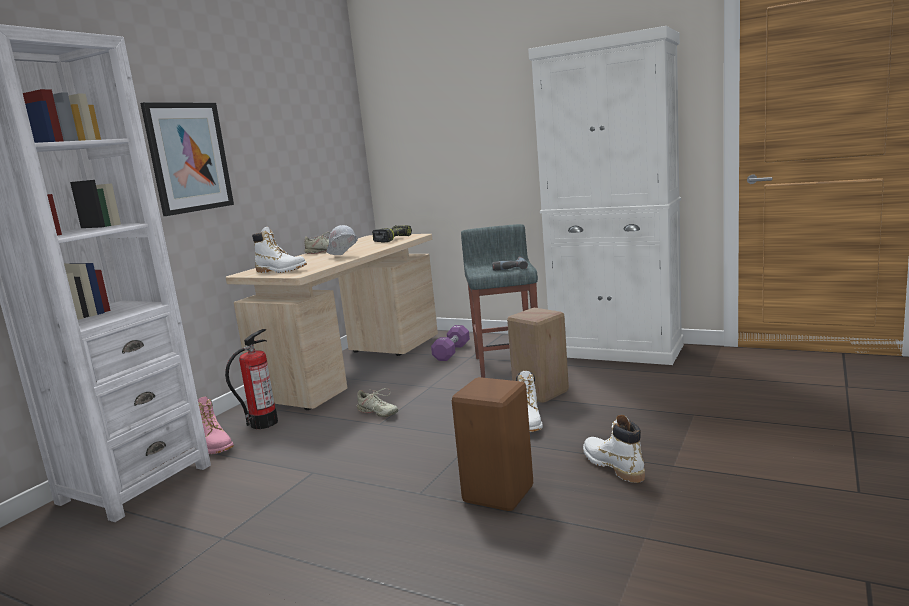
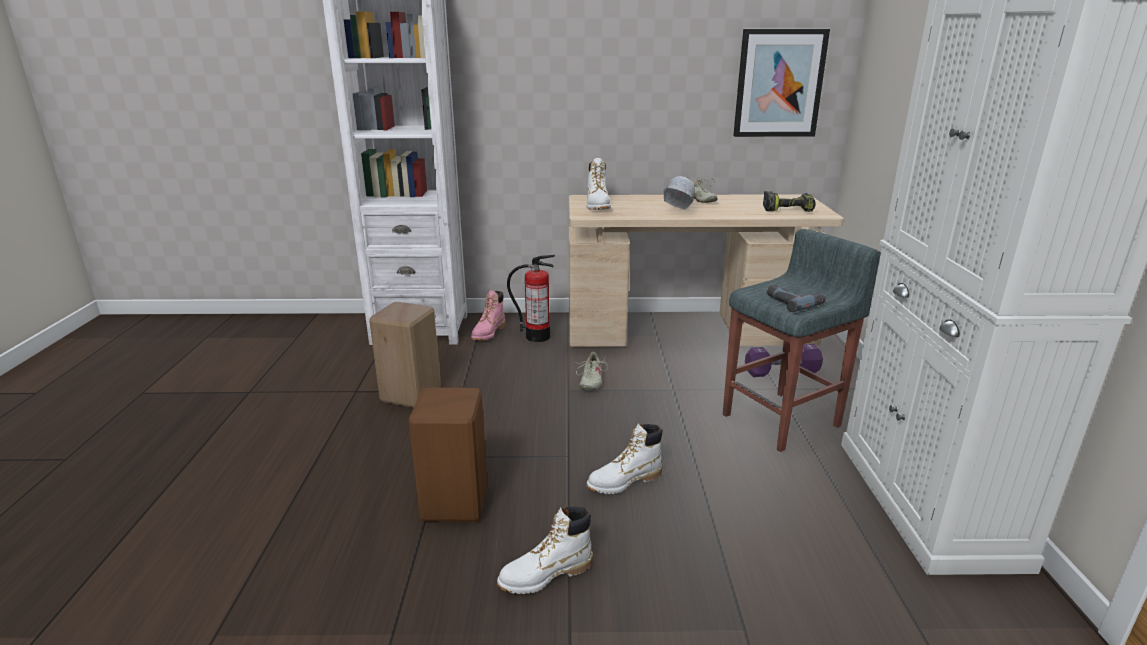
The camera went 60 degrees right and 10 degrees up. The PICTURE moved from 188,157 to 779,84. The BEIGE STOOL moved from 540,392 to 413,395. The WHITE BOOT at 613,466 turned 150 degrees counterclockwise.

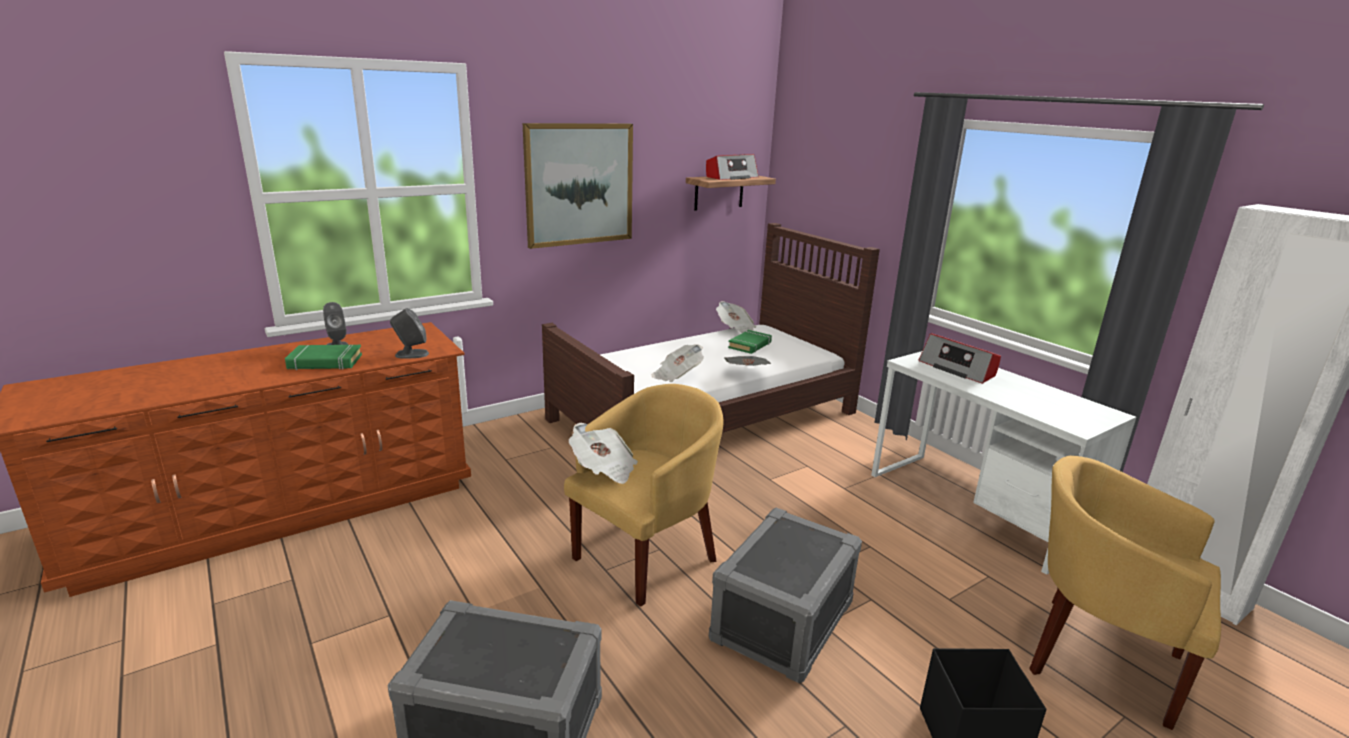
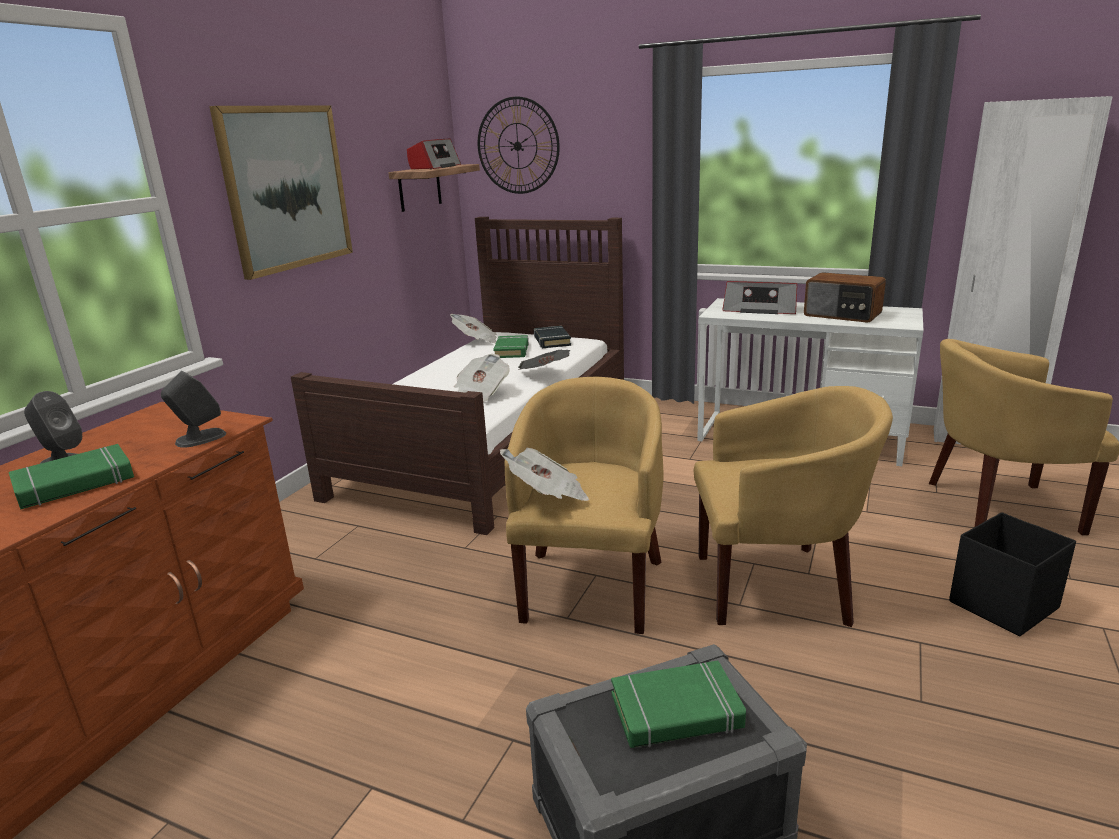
The camera went 30 degrees left and 0 degrees up. The GREY STORAGE BOX at 783,622 was replaced by the YELLOW ARMCHAIR at 777,586. The WALL CLOCK at 517,146 appeared. The BLACK BOOK at 551,341 appeared. The GREEN BOOK at 676,712 appeared. The RADIO at 842,315 appeared.

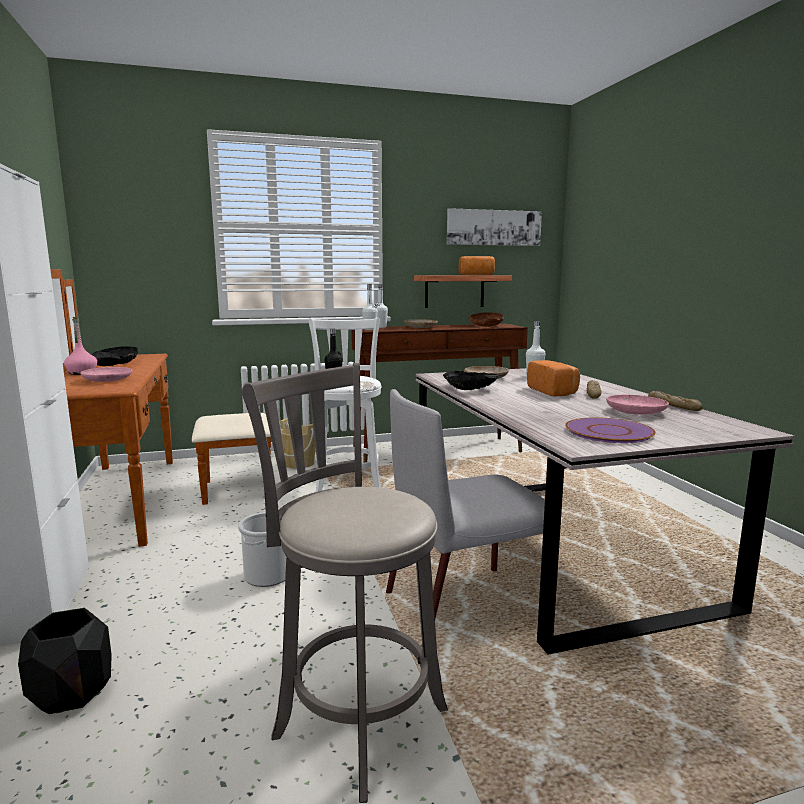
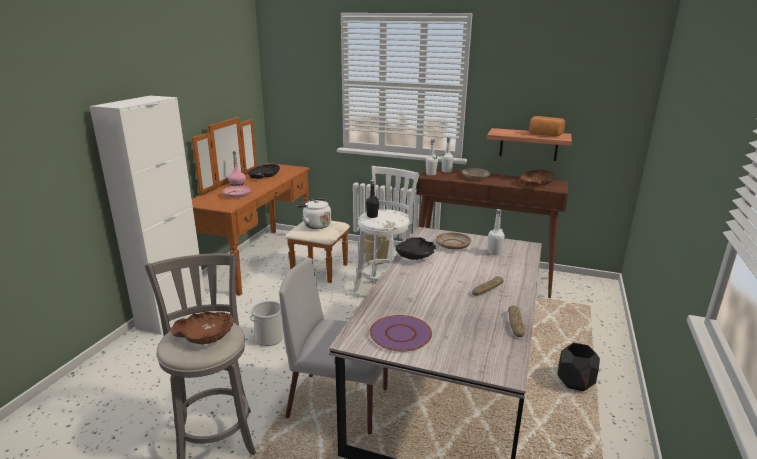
The camera went 35 degrees right and 10 degrees up. The BLACK PLANTER moved from 71,693 to 574,382. The PICTURE at 493,228 disappeared. The BREAD at 553,391 disappeared. The PINK PLATE at 635,411 disappeared. The BROWN BOWL at 205,336 appeared. The WHITE KETTLE at 315,225 appeared.

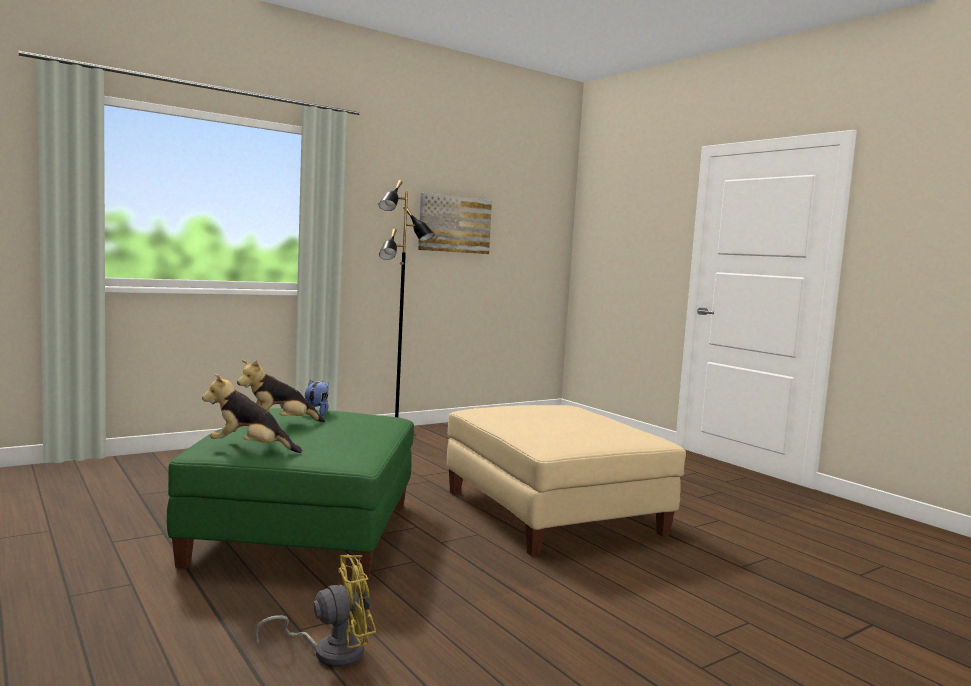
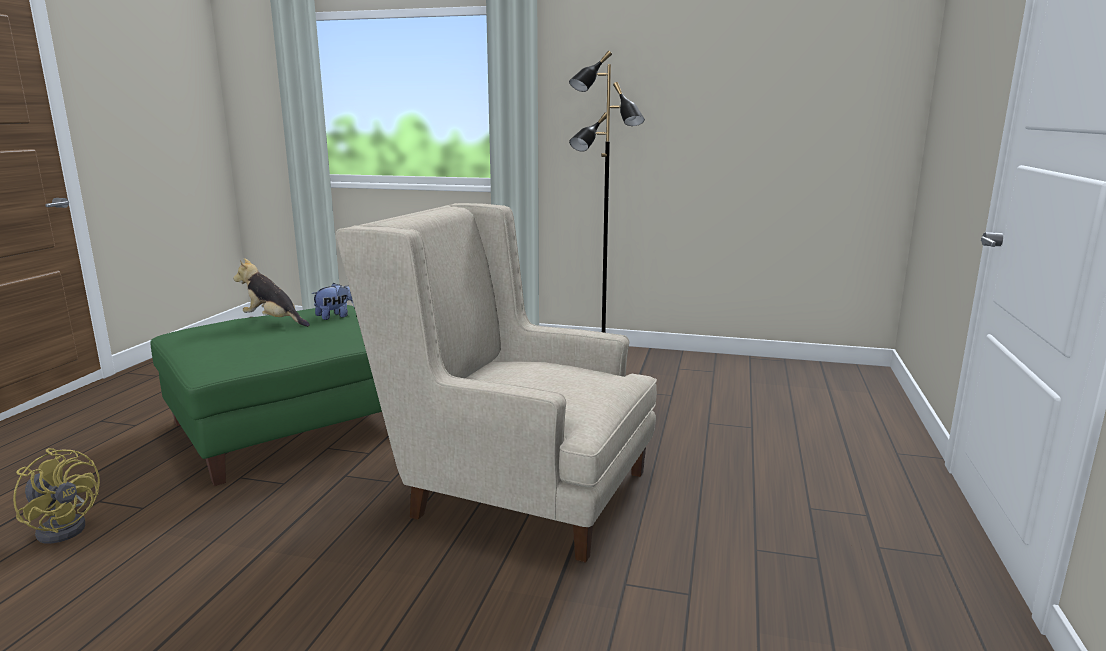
The camera went 50 degrees right and 10 degrees up. The PLUSH TOY at 250,449 disappeared. The PICTURE at 454,224 disappeared. The BEIGE OTTOMAN at 552,512 was replaced by the BEIGE ARMCHAIR at 513,489.

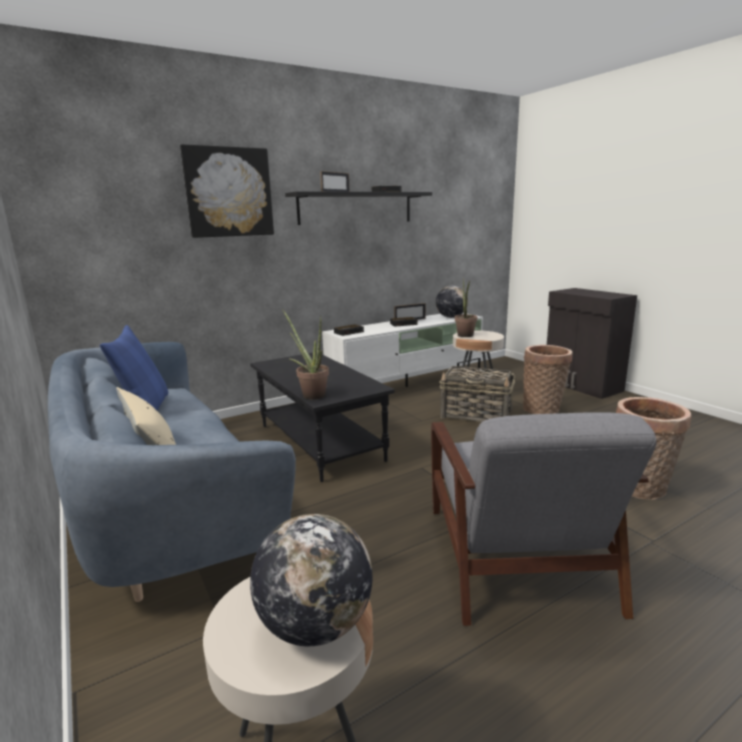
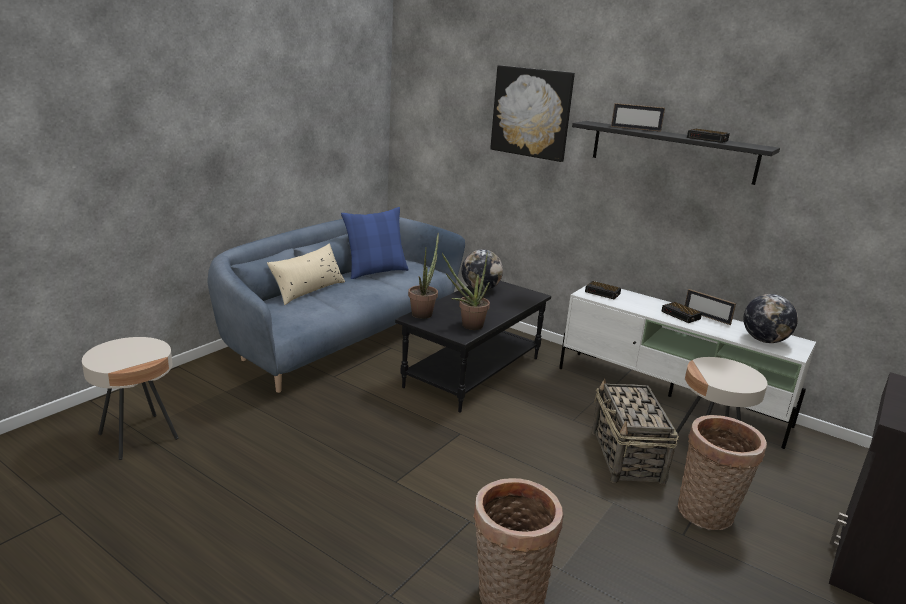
The camera went 65 degrees right and 5 degrees up. The GLOBE moved from 315,625 to 480,289. The GREY ARMCHAIR at 517,559 disappeared. The POTTED PLANT moved from 465,336 to 467,326.

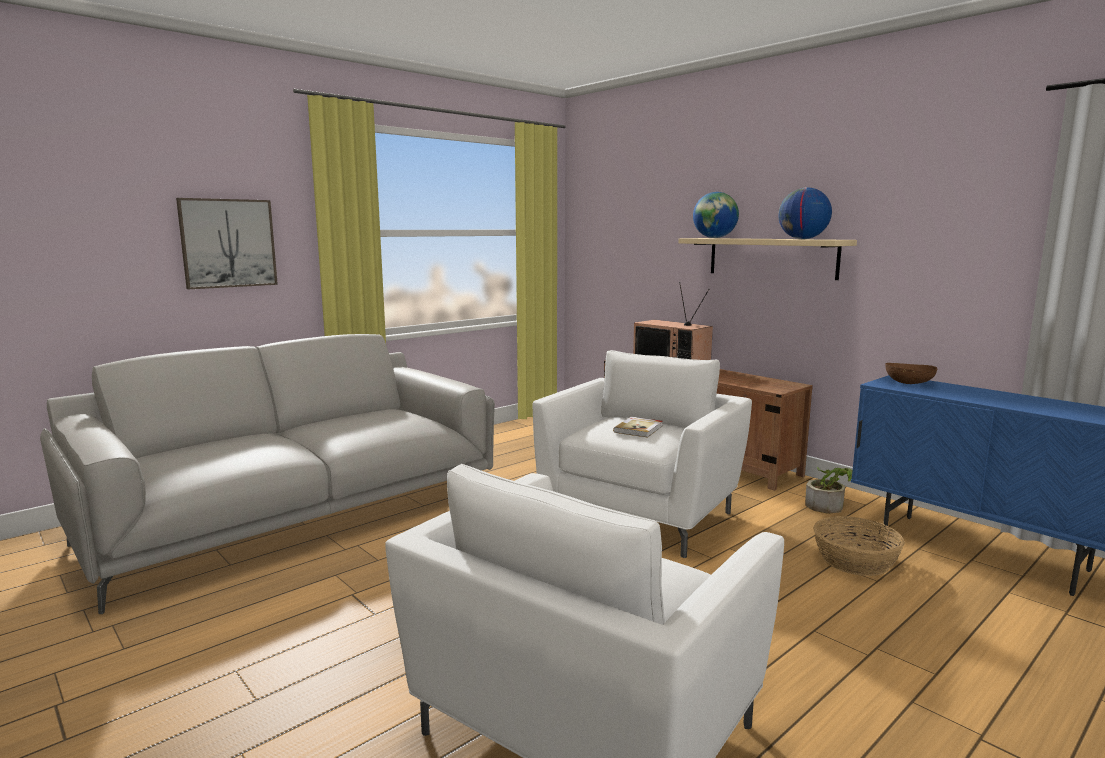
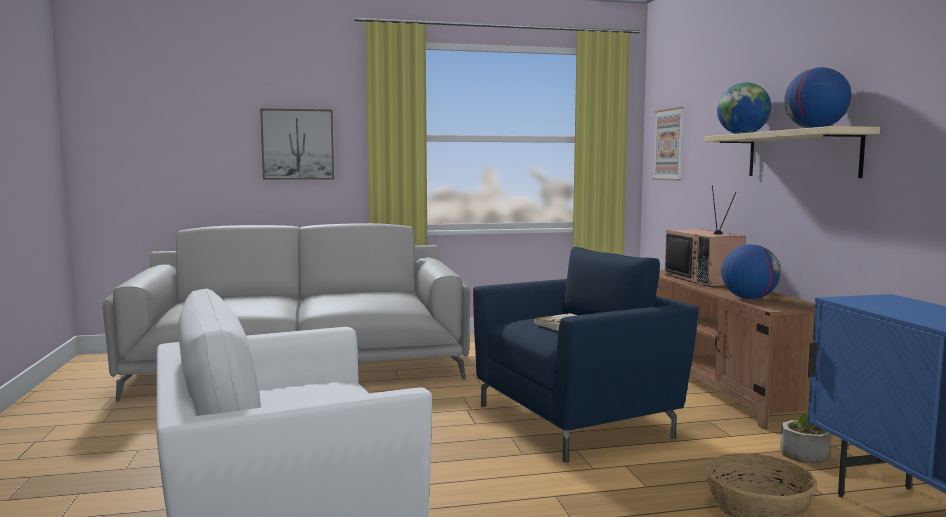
The camera went 30 degrees right and 5 degrees down. The WHITE ARMCHAIR at 640,514 became the BLUE ARMCHAIR at 576,420. The BROWN BOWL at 909,383 disappeared. The PICTURE at 669,144 appeared. The GLOBE at 749,298 appeared.

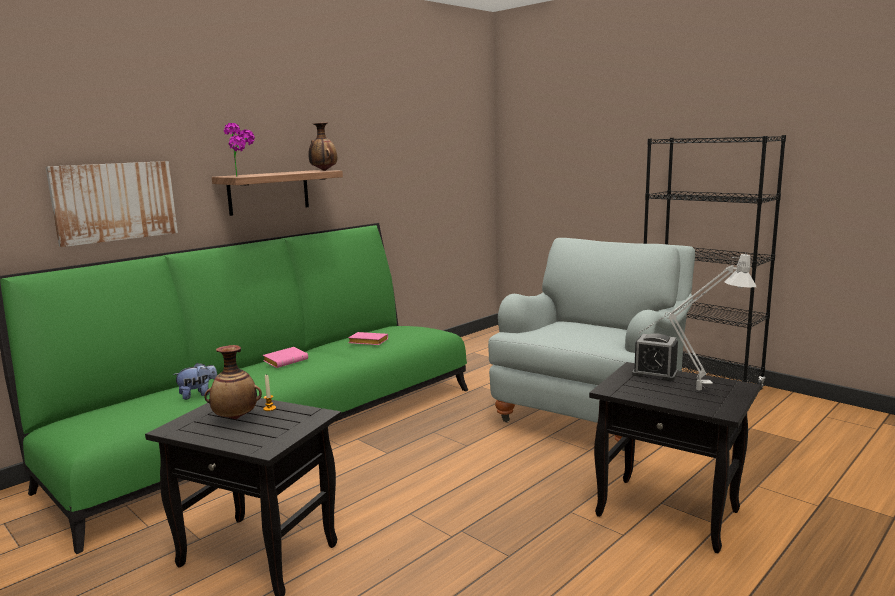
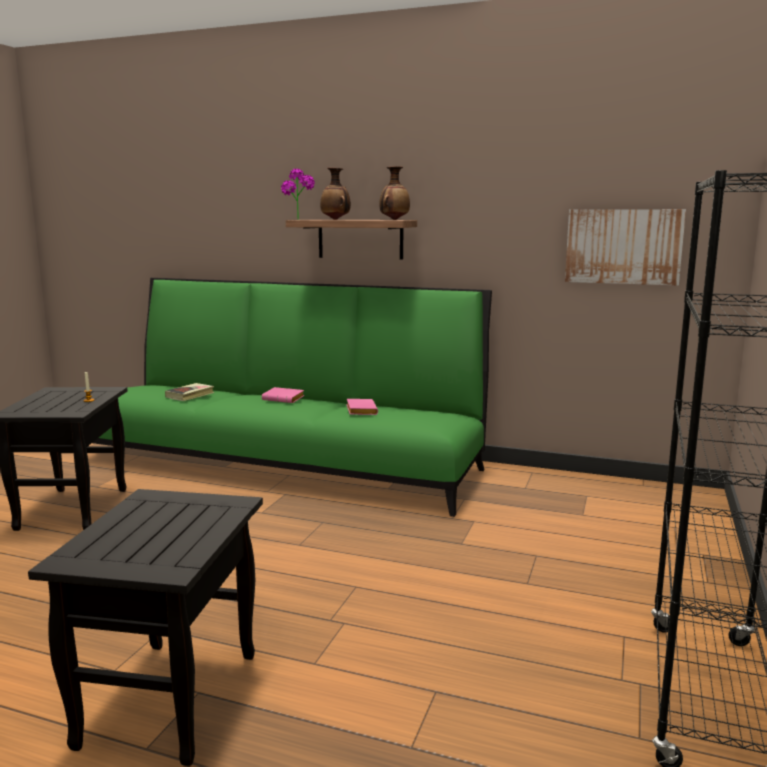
The camera went 65 degrees right and 0 degrees up. The PICTURE moved from 115,201 to 623,246. The PLUSH TOY at 198,394 was replaced by the BOOK at 190,395. The VASE moved from 236,418 to 336,219. The GREY ARMCHAIR at 592,411 disappeared. The ALARM CLOCK at 655,373 disappeared. The GREY TABLE LAMP at 691,392 disappeared.

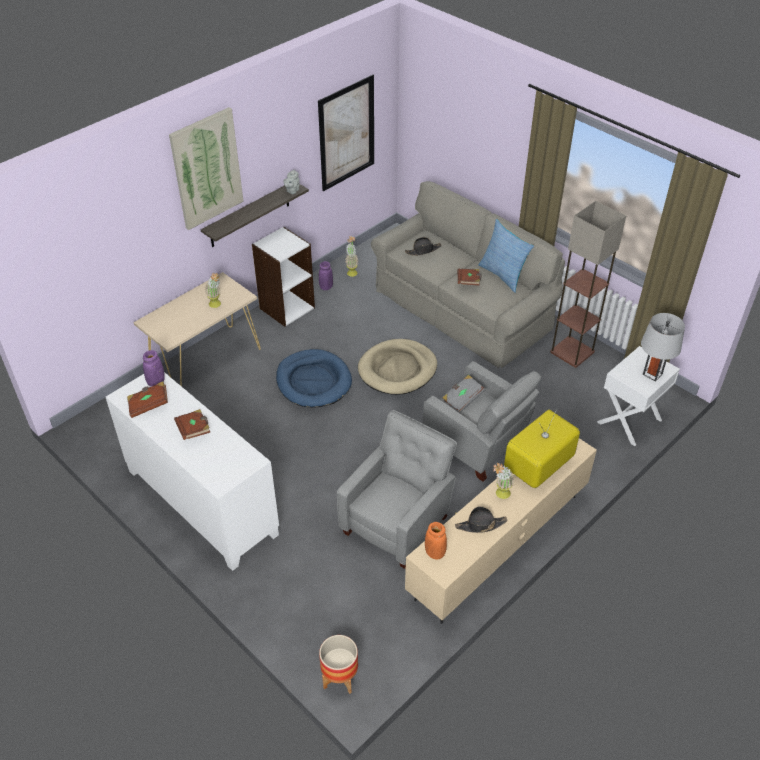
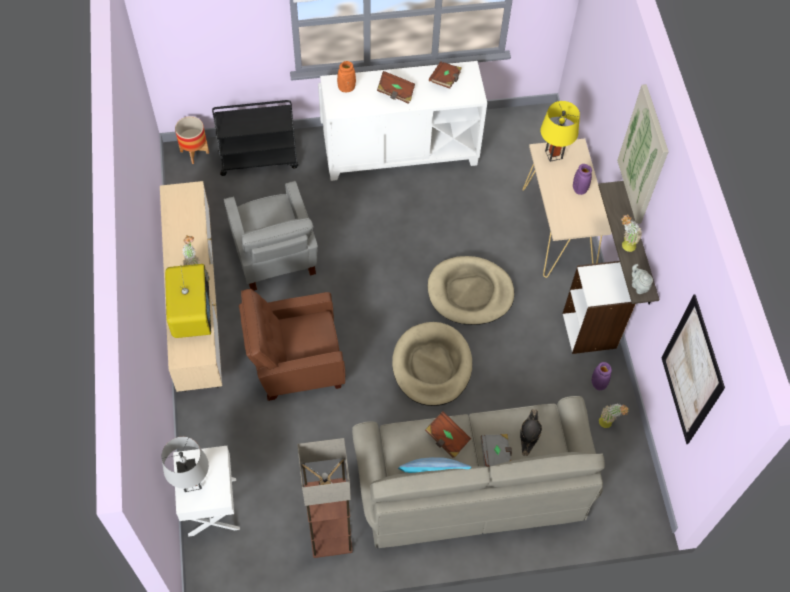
The camera went 125 degrees right and 15 degrees up. The PURPLE VASE moved from 156,382 to 579,189. The POTTED PLANT moved from 216,305 to 625,246. The BLUE DOG BED at 313,381 became the BEIGE DOG BED at 470,293. The GREY ARMCHAIR at 477,445 became the BROWN ARMCHAIR at 295,363. The ORANGE VASE moved from 435,552 to 346,88. The GREY BOOK moved from 462,399 to 496,455. The BLACK HAT at 480,525 disappeared. The BLACK CART at 259,159 appeared. The YELLOW TABLE LAMP at 554,154 appeared.

